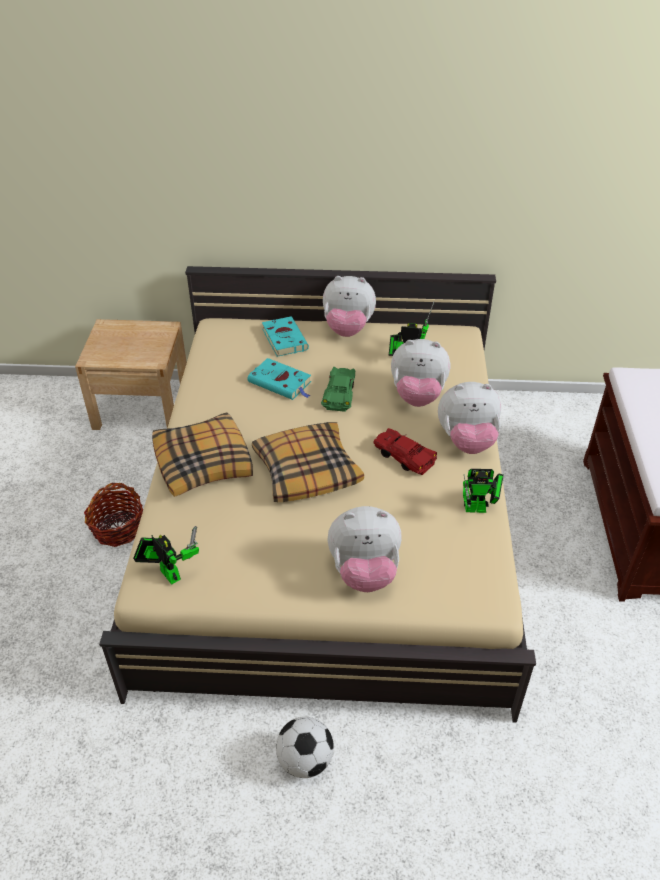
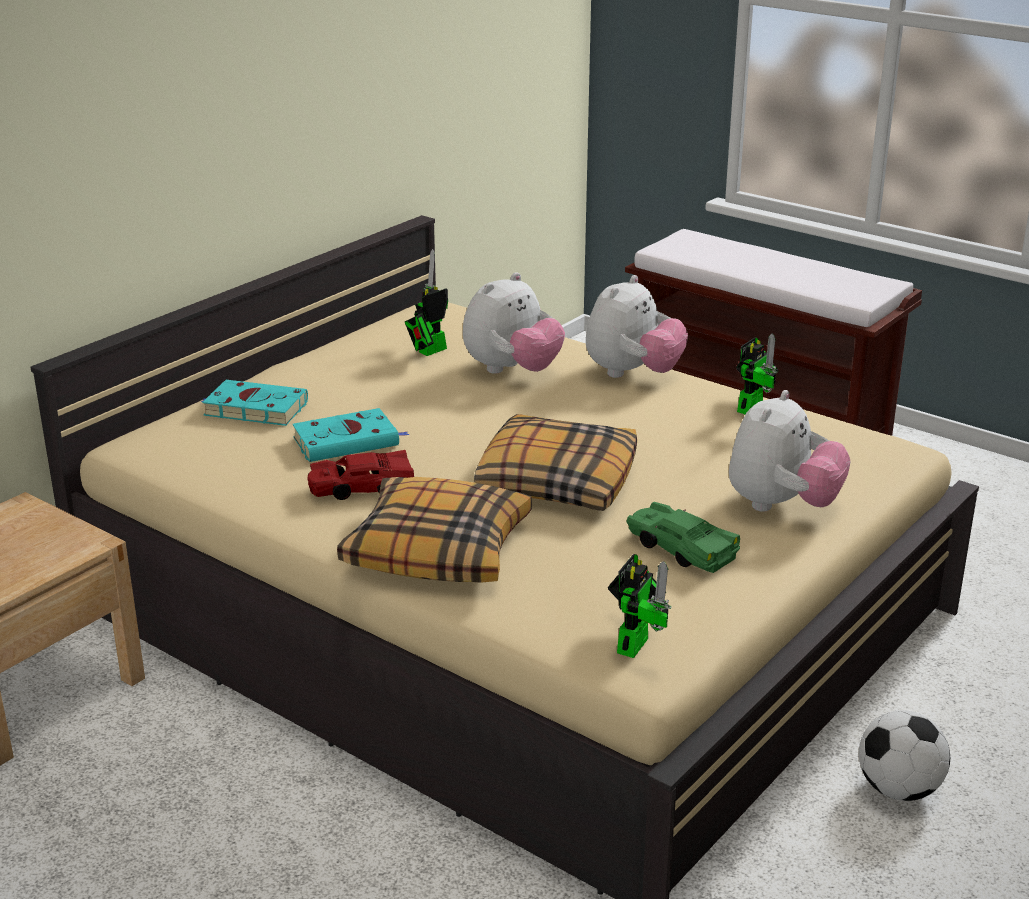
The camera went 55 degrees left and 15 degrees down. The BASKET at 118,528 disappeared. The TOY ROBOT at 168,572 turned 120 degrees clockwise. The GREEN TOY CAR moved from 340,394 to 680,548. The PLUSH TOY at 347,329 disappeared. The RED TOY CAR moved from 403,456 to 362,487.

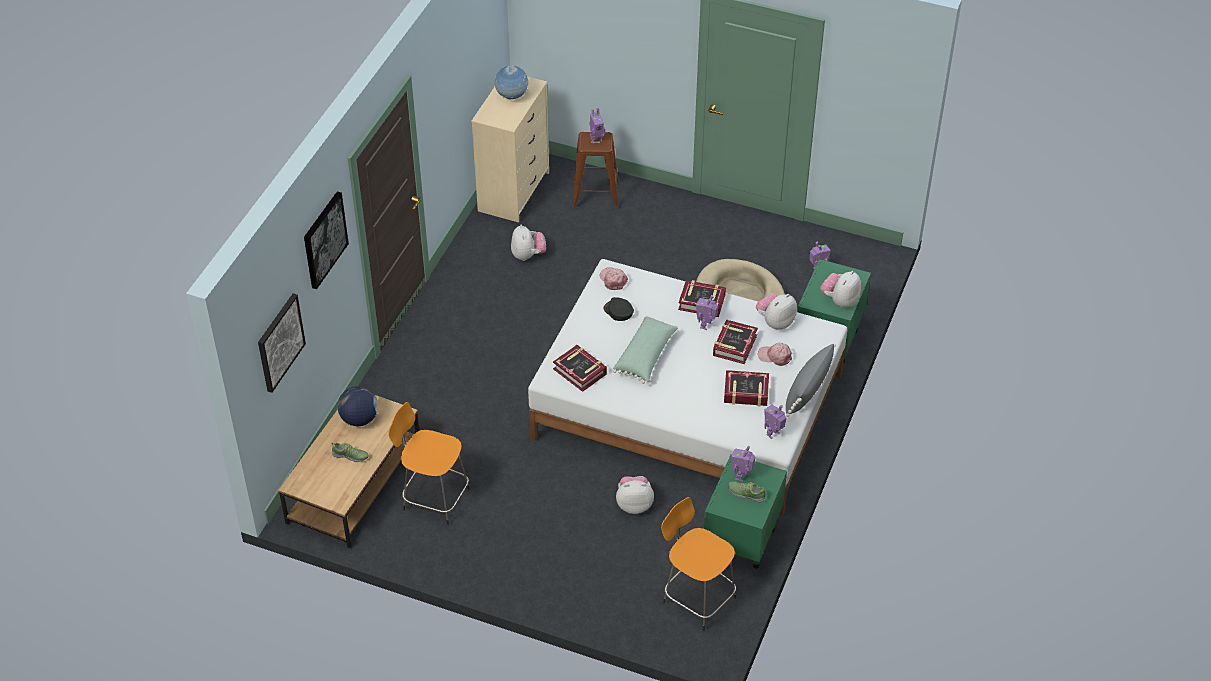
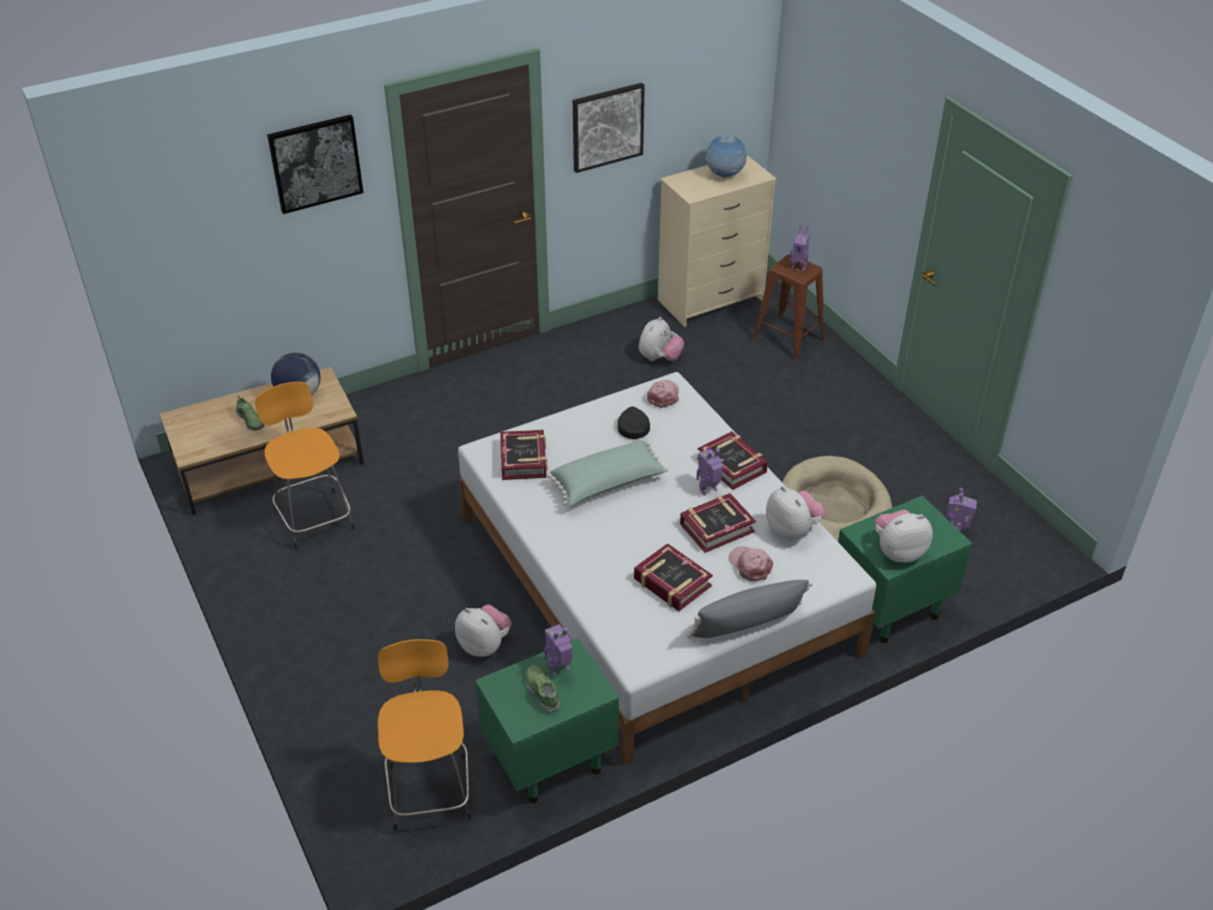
The camera went 40 degrees right and 5 degrees down. The PICTURE moved from 280,342 to 607,126. The PLUSH TOY at 775,322 turned 60 degrees clockwise. The TOY ROBOT at 773,434 disappeared.

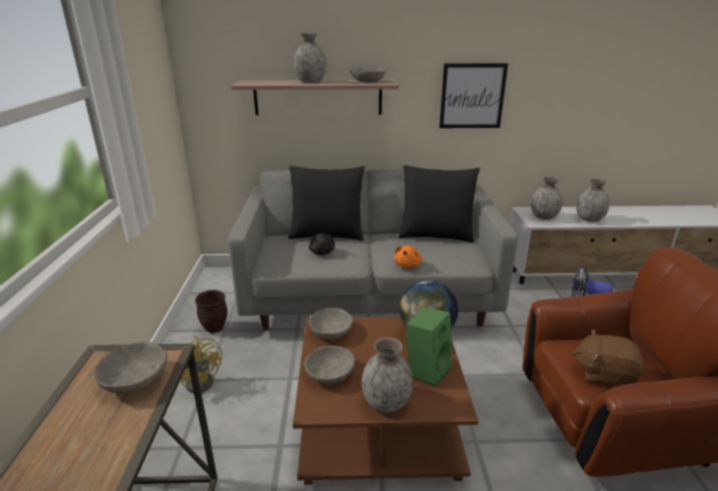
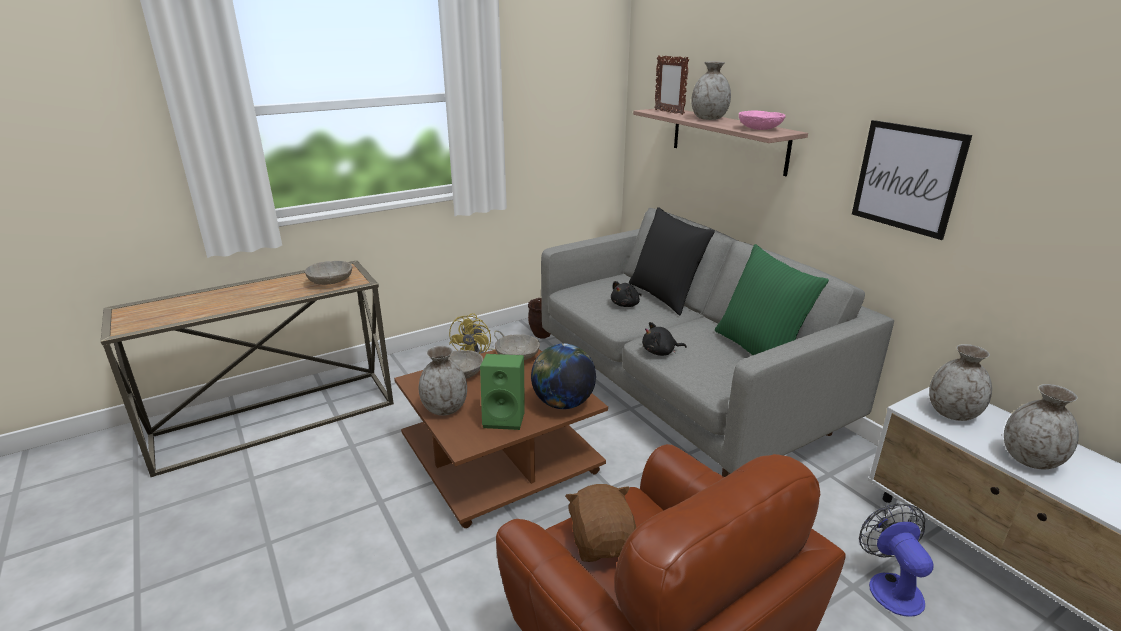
The camera went 60 degrees right and 0 degrees up. The GREY BOWL at 368,82 became the PINK BOWL at 760,129. The ORANGE PLUSH TOY at 408,265 became the BLACK PLUSH TOY at 660,352. The BLACK PILLOW at 435,235 became the GREEN PILLOW at 759,350. The PICTURE FRAME at 668,112 appeared.

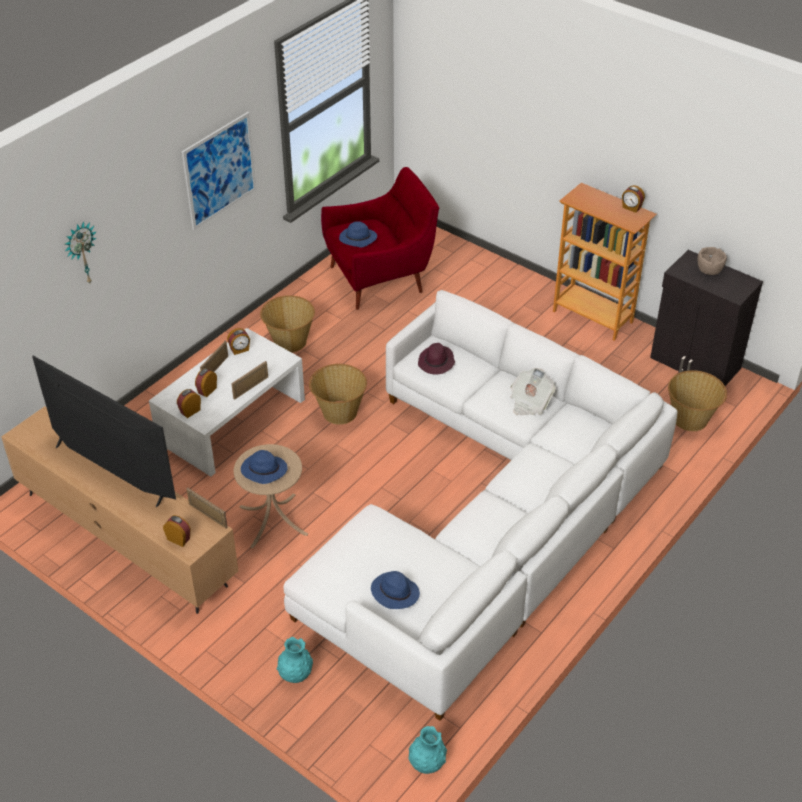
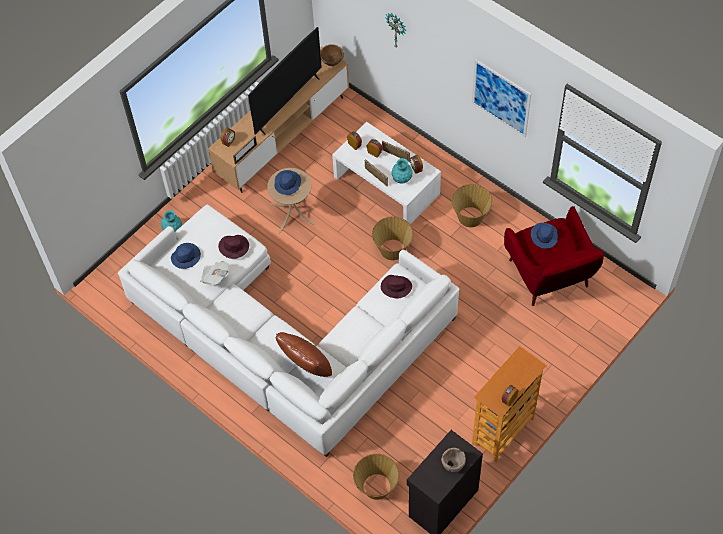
The camera went 95 degrees right and 15 degrees up. The TURQUOISE VASE moved from 427,763 to 401,179. The NEWSPAPER moved from 529,402 to 215,277. The PURPLE HAT at 234,247 appeared. The BROWN PILLOW at 306,367 appeared. The BROWN BOWL at 332,62 appeared.

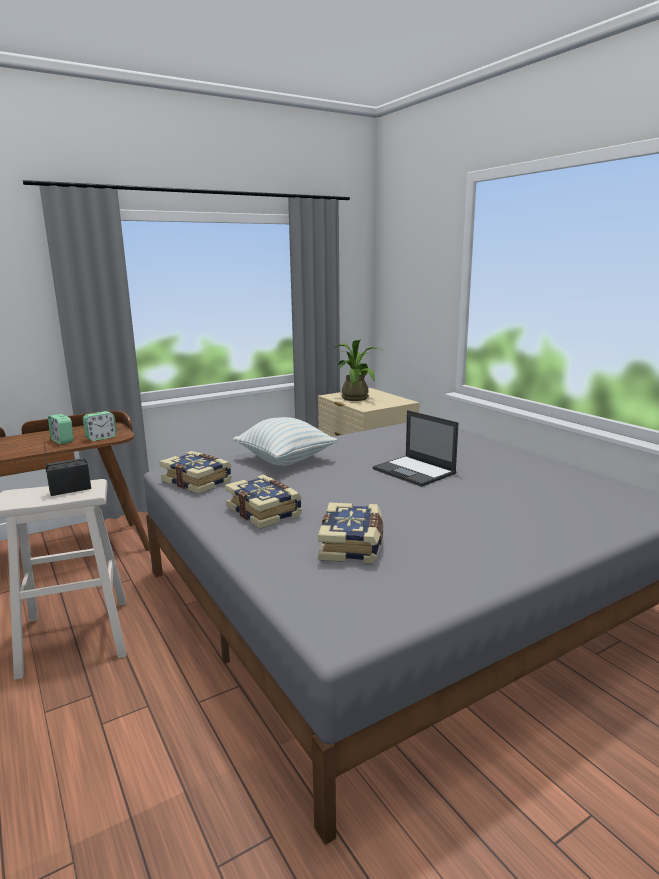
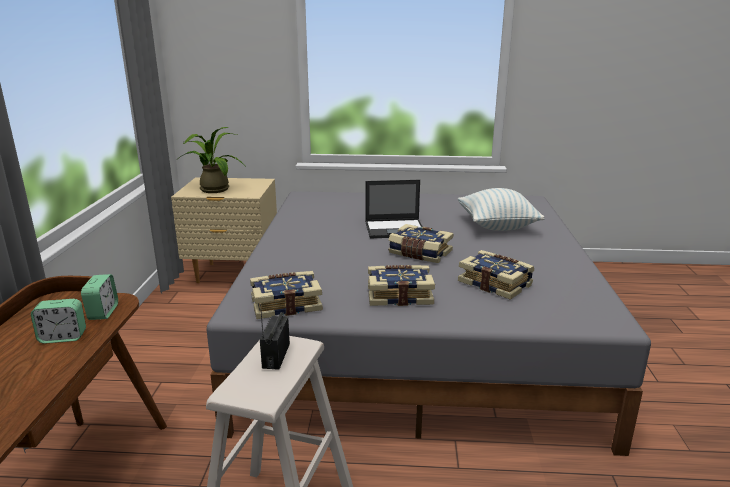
The camera went 55 degrees left and 5 degrees up. The PILLOW moved from 285,460 to 497,226. The BOOK at 419,253 appeared.

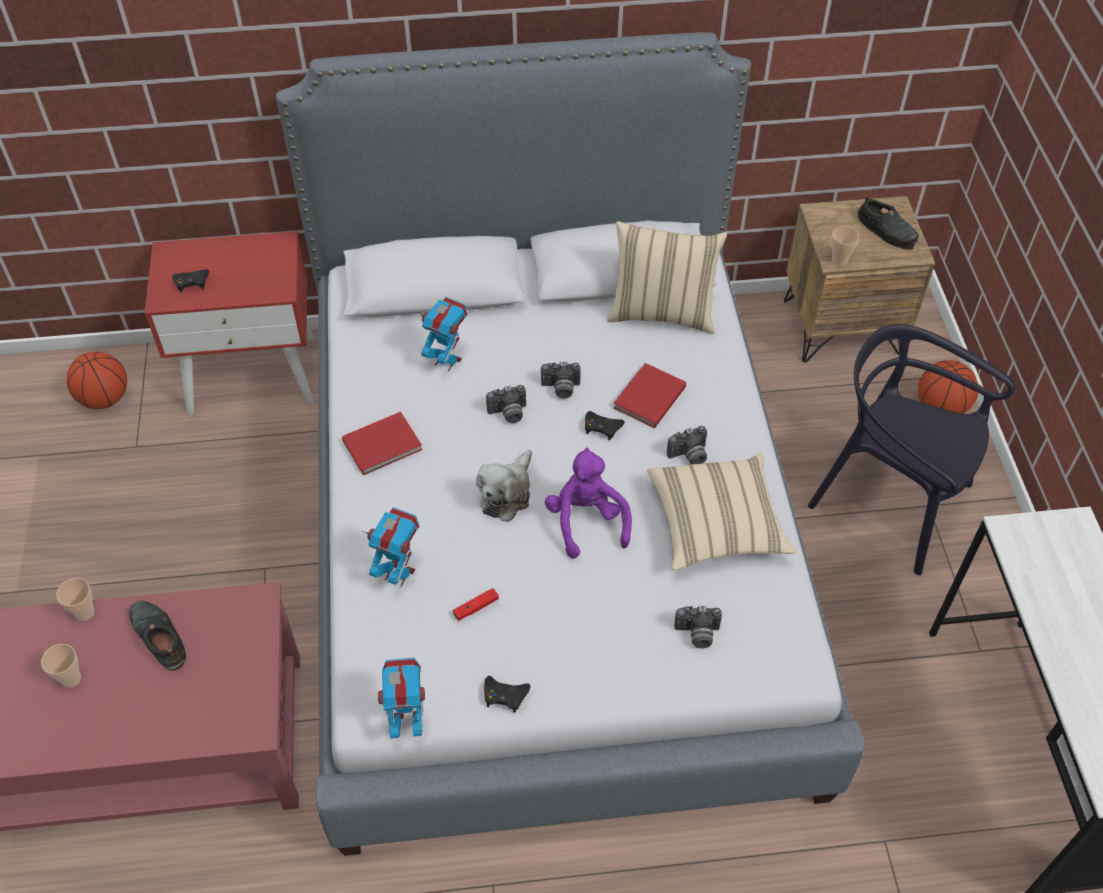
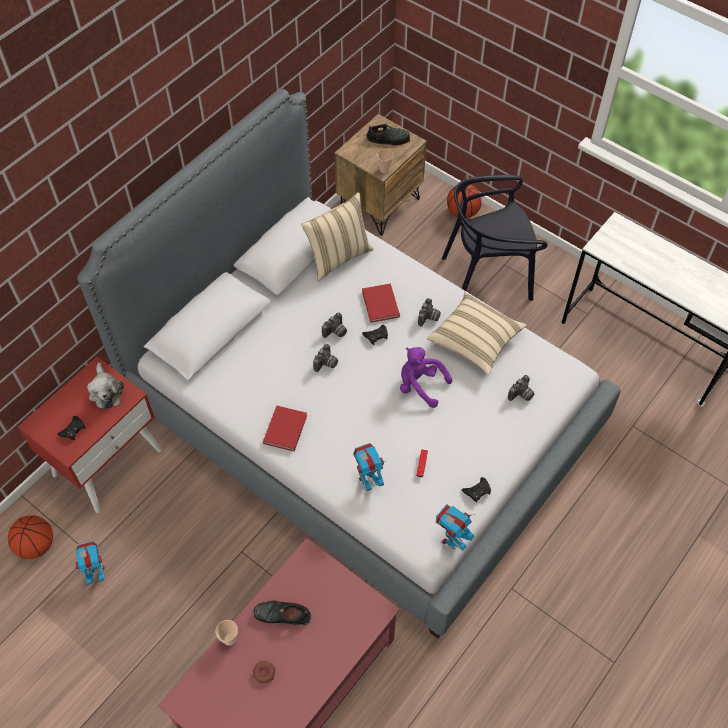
The camera went 45 degrees left and 5 degrees up. The CUP at 71,679 was replaced by the DONUT at 264,673. The TOY ROBOT moved from 447,361 to 97,573. The PLUSH TOY moved from 507,493 to 106,391.

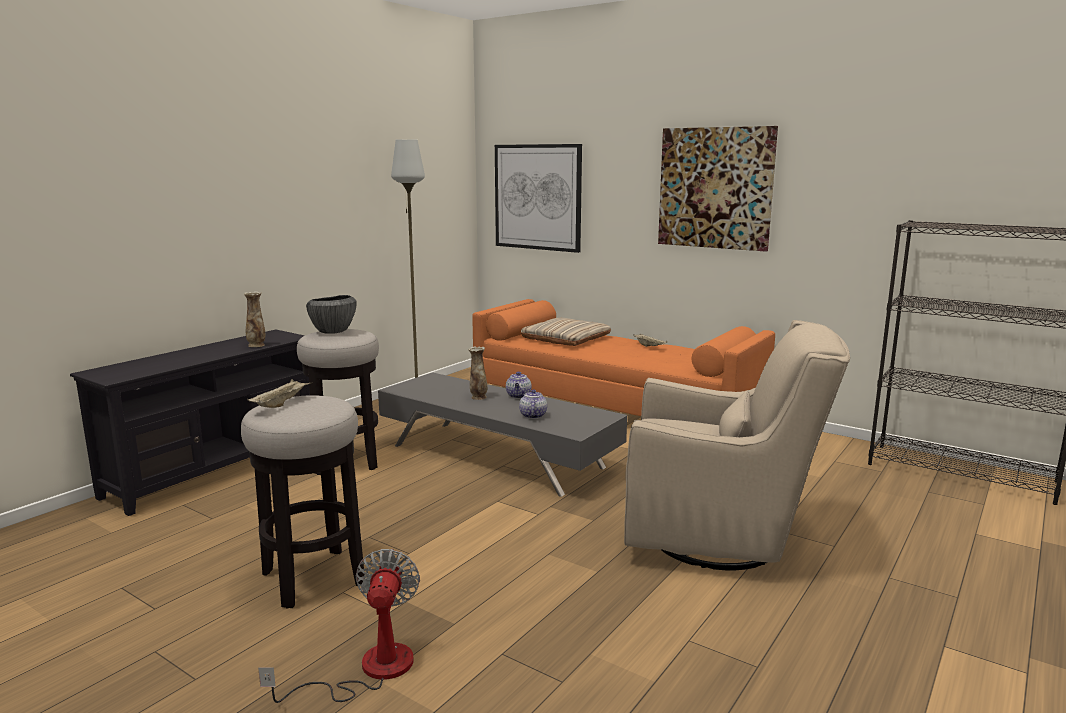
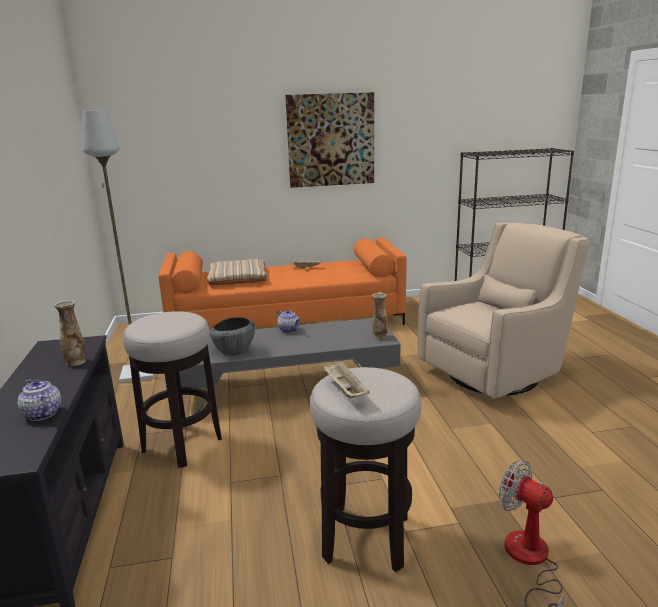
The camera went 45 degrees left and 5 degrees up. The BOWL moved from 333,331 to 234,351. The VASE moved from 478,397 to 379,337. The PICTURE at 537,197 disappeared. The TEAPOT moved from 532,415 to 42,413.

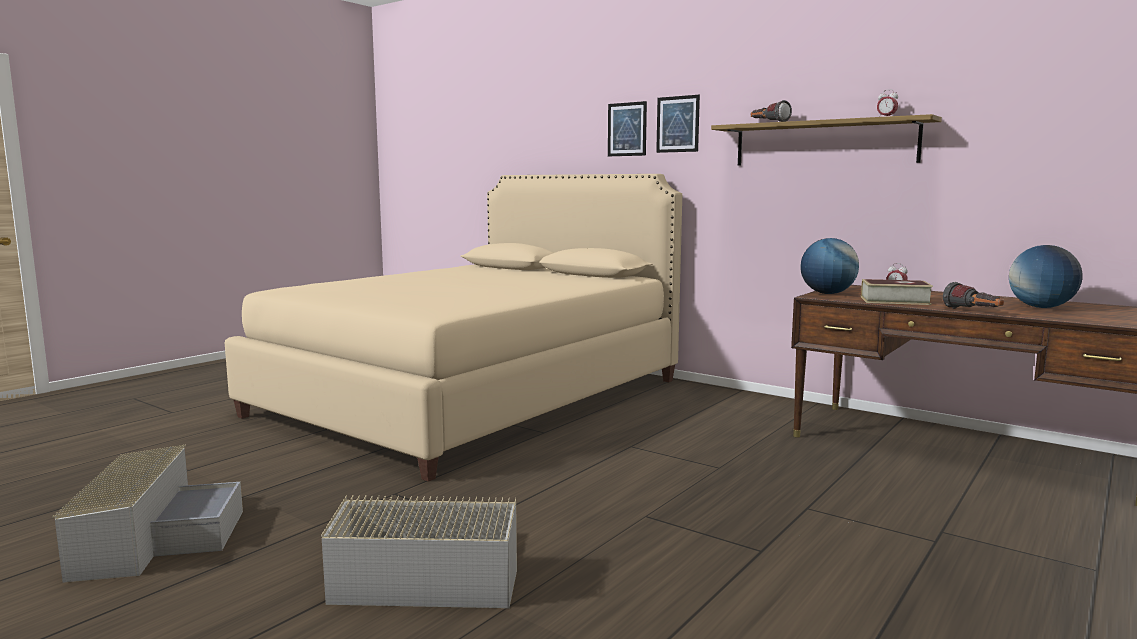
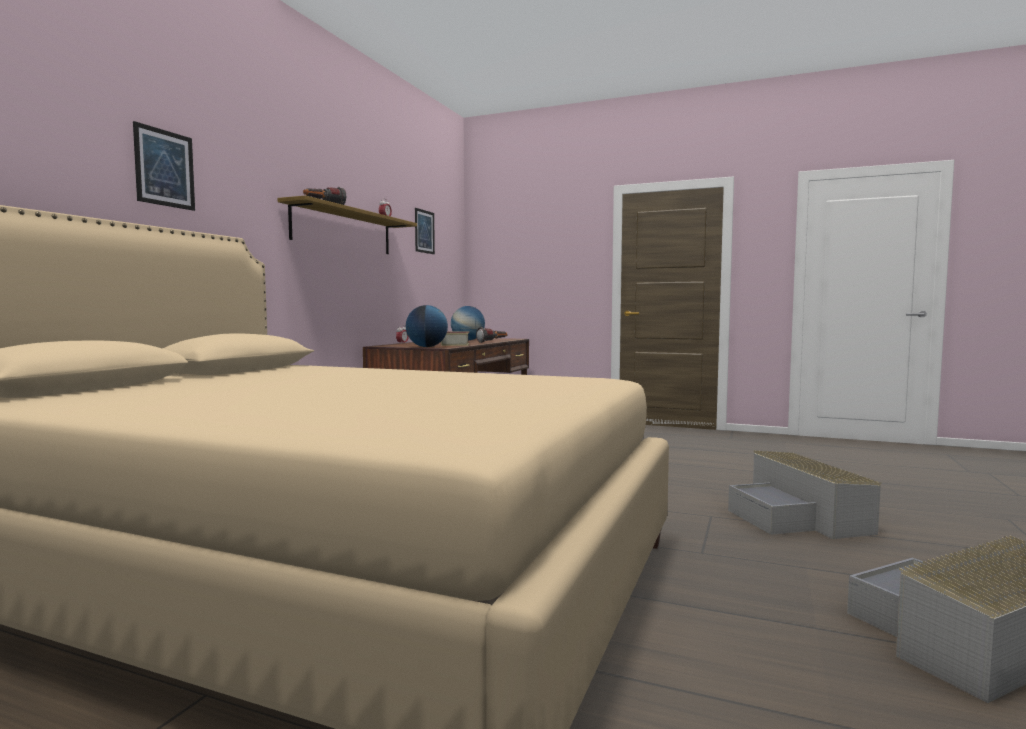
The camera went 105 degrees left and 5 degrees down. The PICTURE moved from 677,124 to 424,231.

